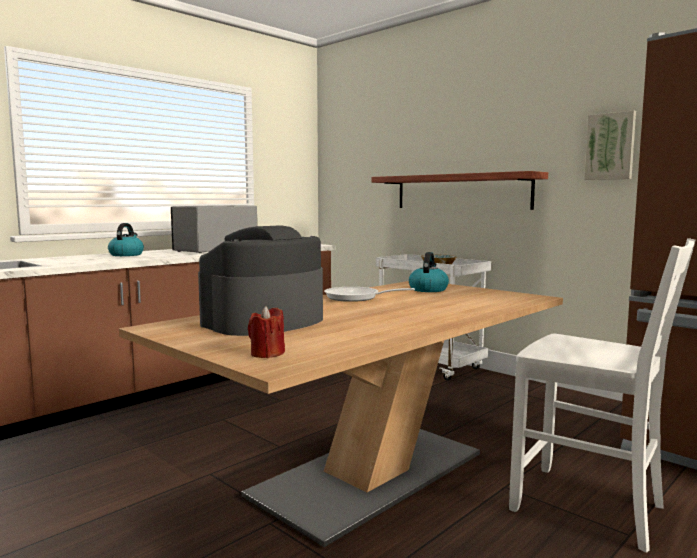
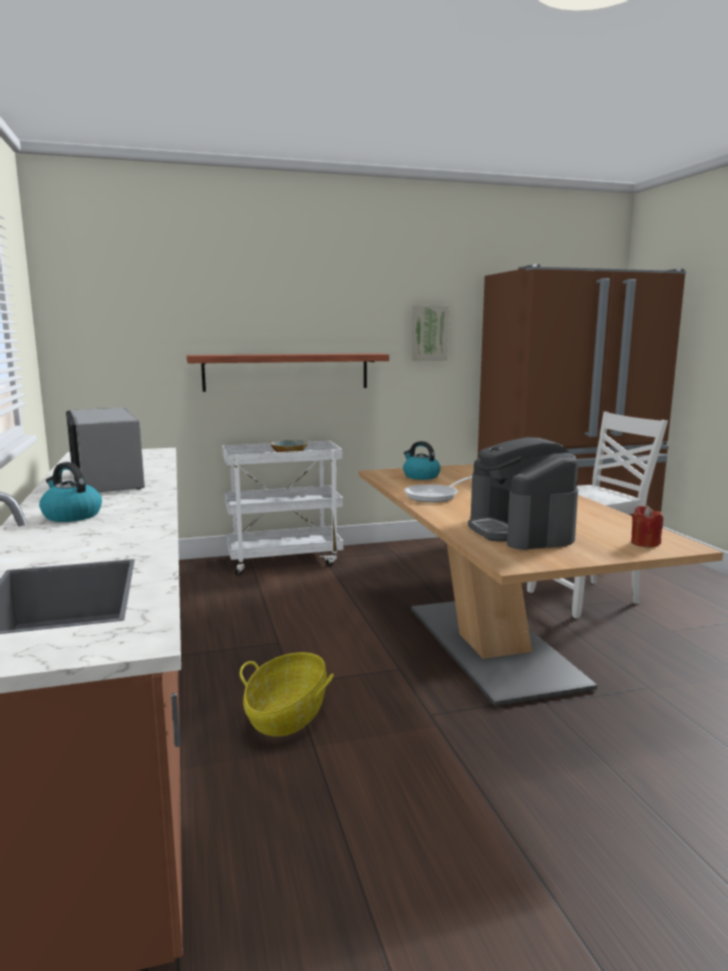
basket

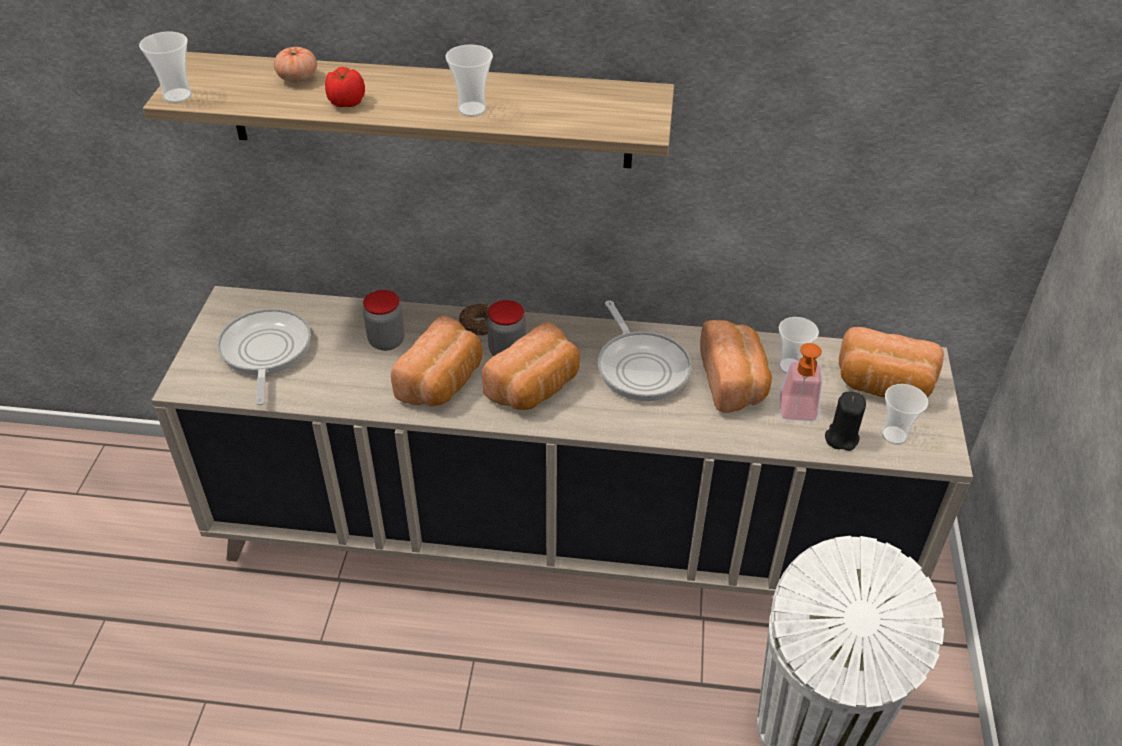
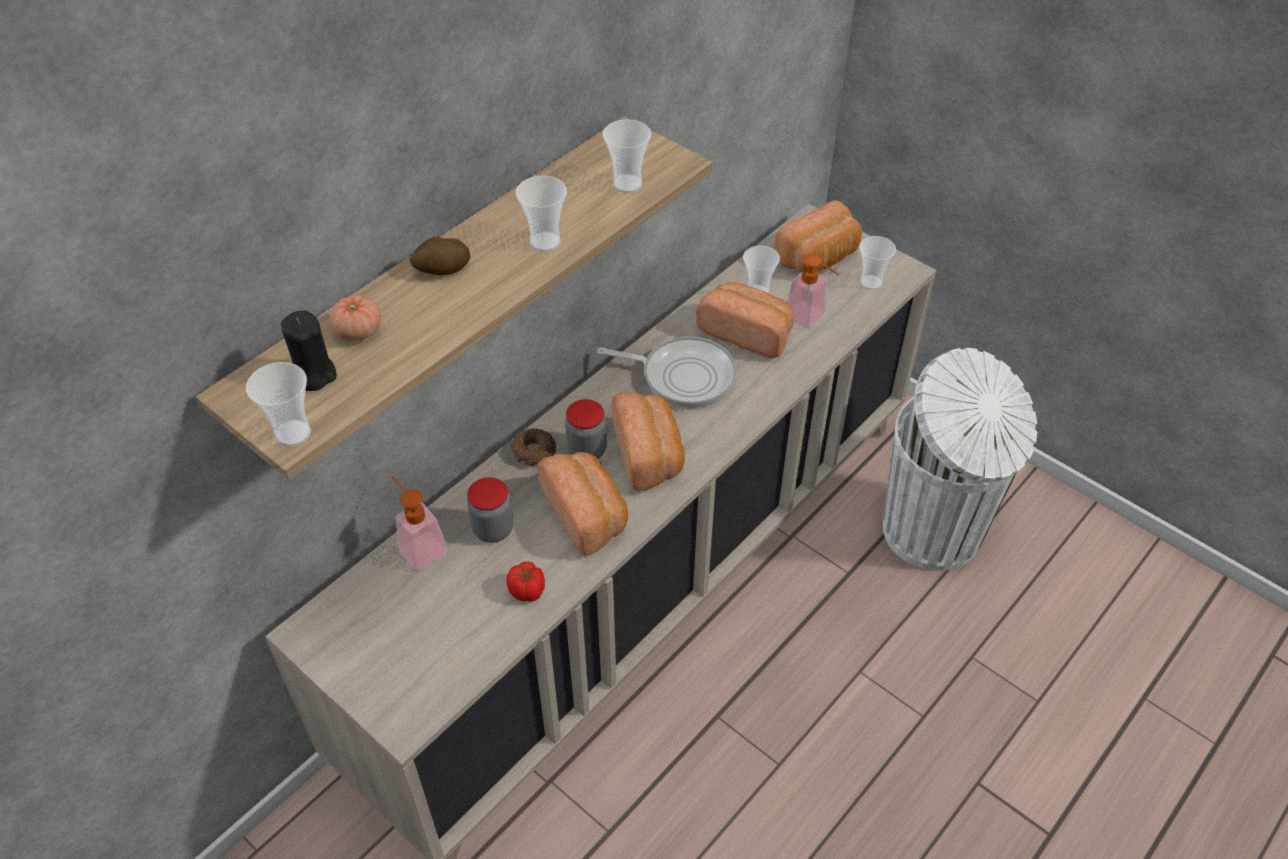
pan (1st from left in the first image)
fresh tomato (2nd from left)
black-coloured wax candle
soap bottle (1st from left)
spud
drinking cup (3rd from left)

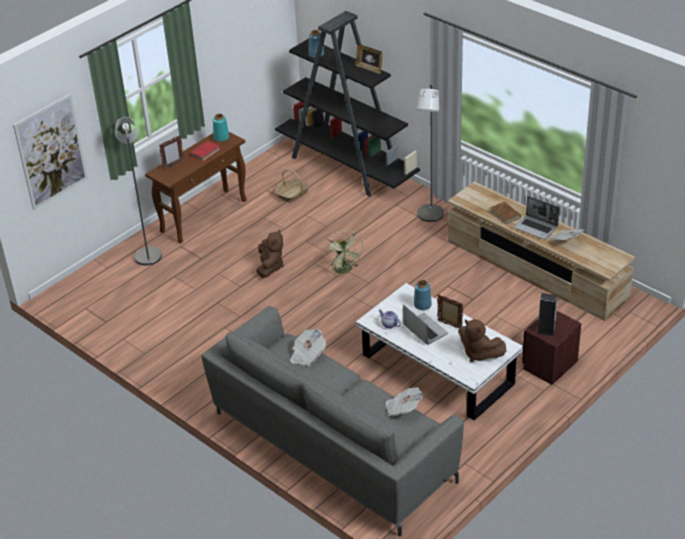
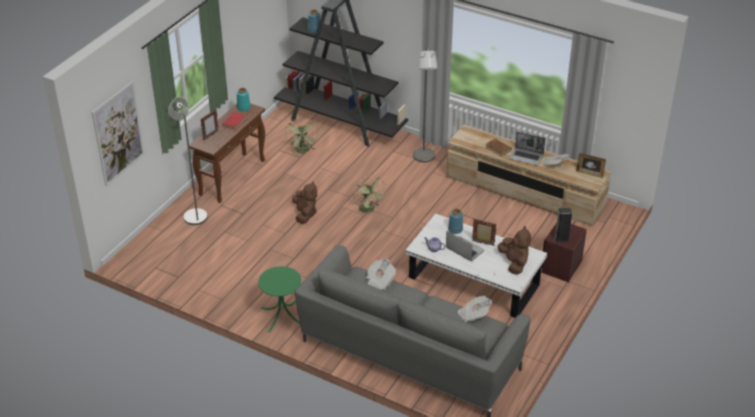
green-coloured fan (1st from left)
standing frame (3rd from left)
brown-coloured plush toy (2nd from left)
green-coloured side table

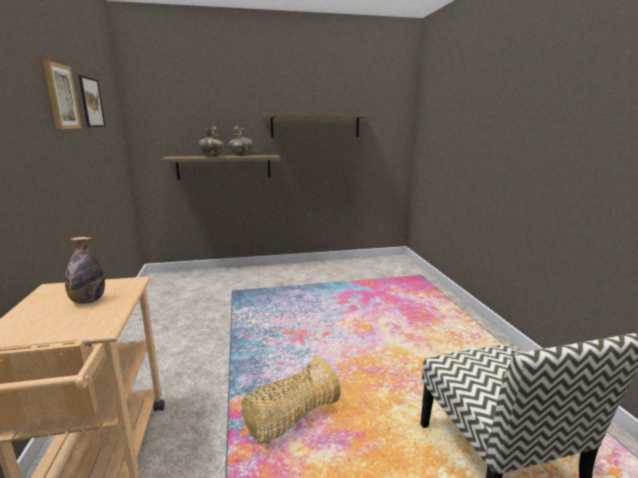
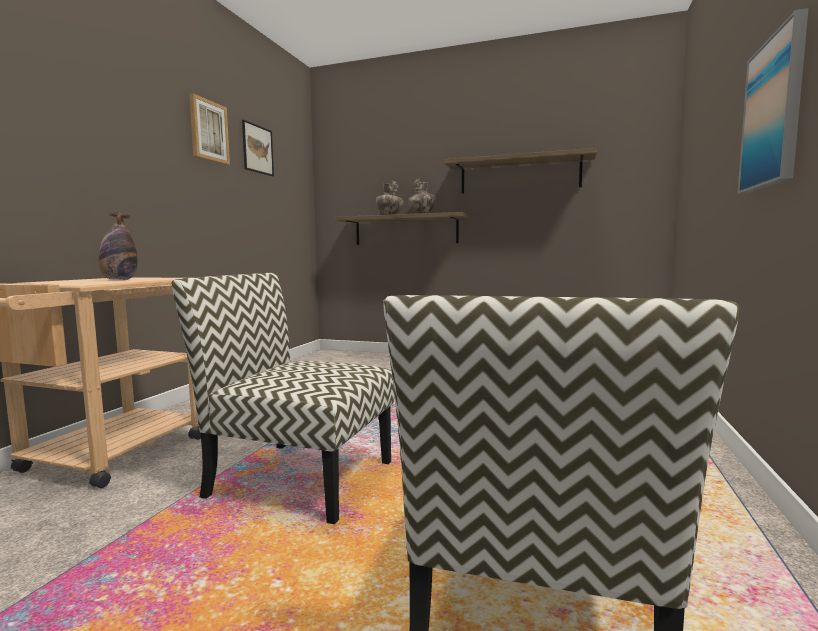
upright chair (1st from left)
wall picture (3rd from left)

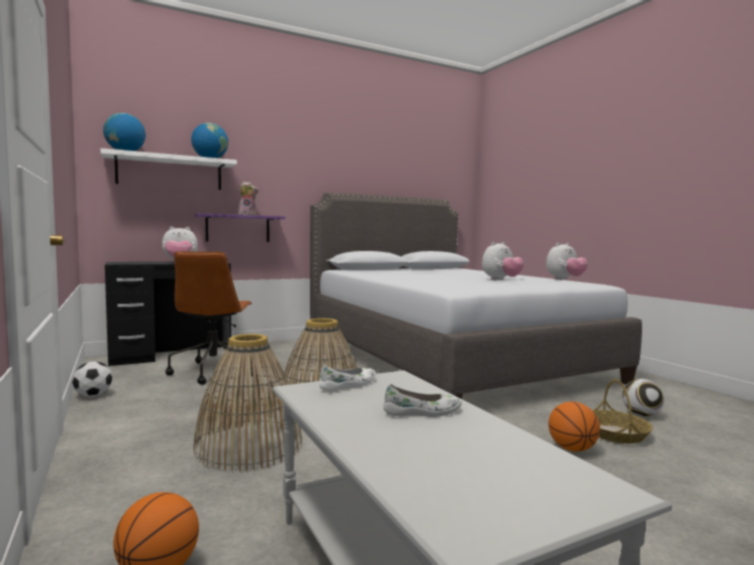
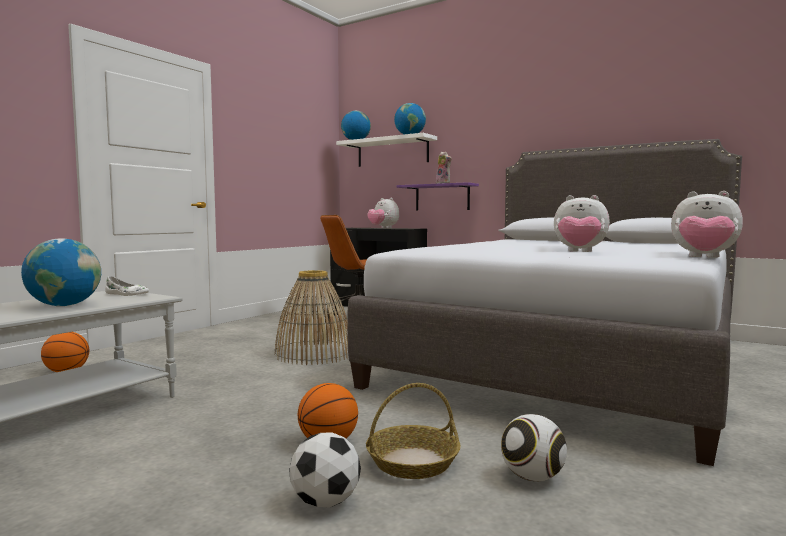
football (1st from left)
basket (1st from left in the first image)
desk globe (1st from left)

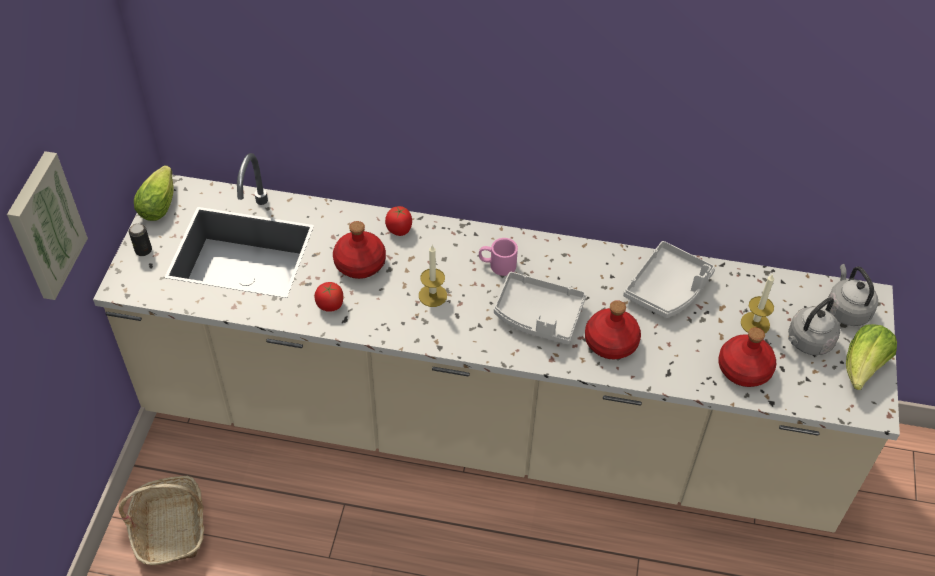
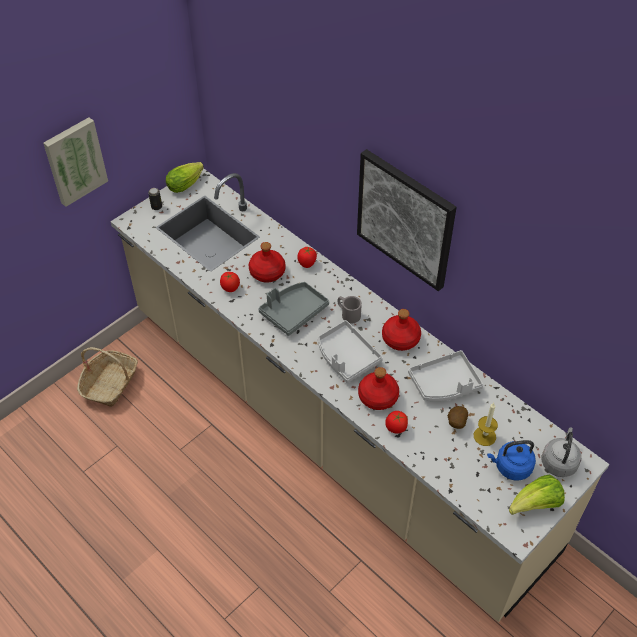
grey carrying tray (1st from left)
grey mug
reddish bottle (3rd from left)
blue kettle
wall picture (2nd from left)
fresh tomato (3rd from left)
spud

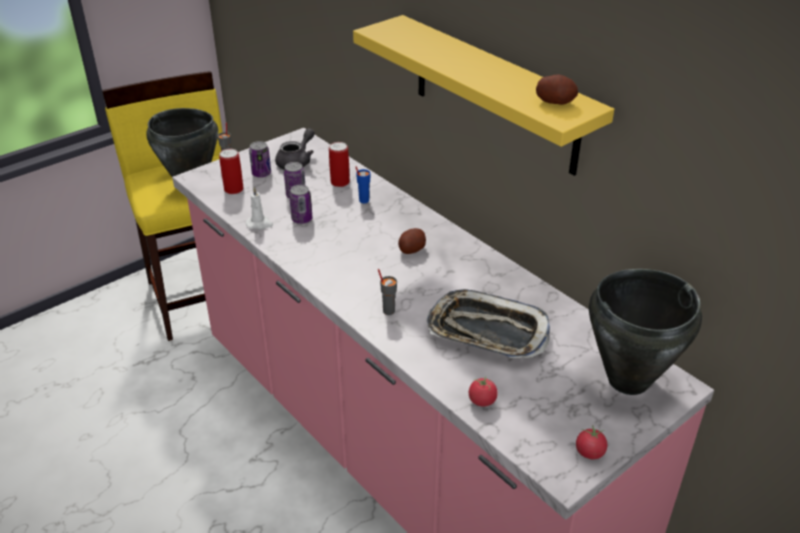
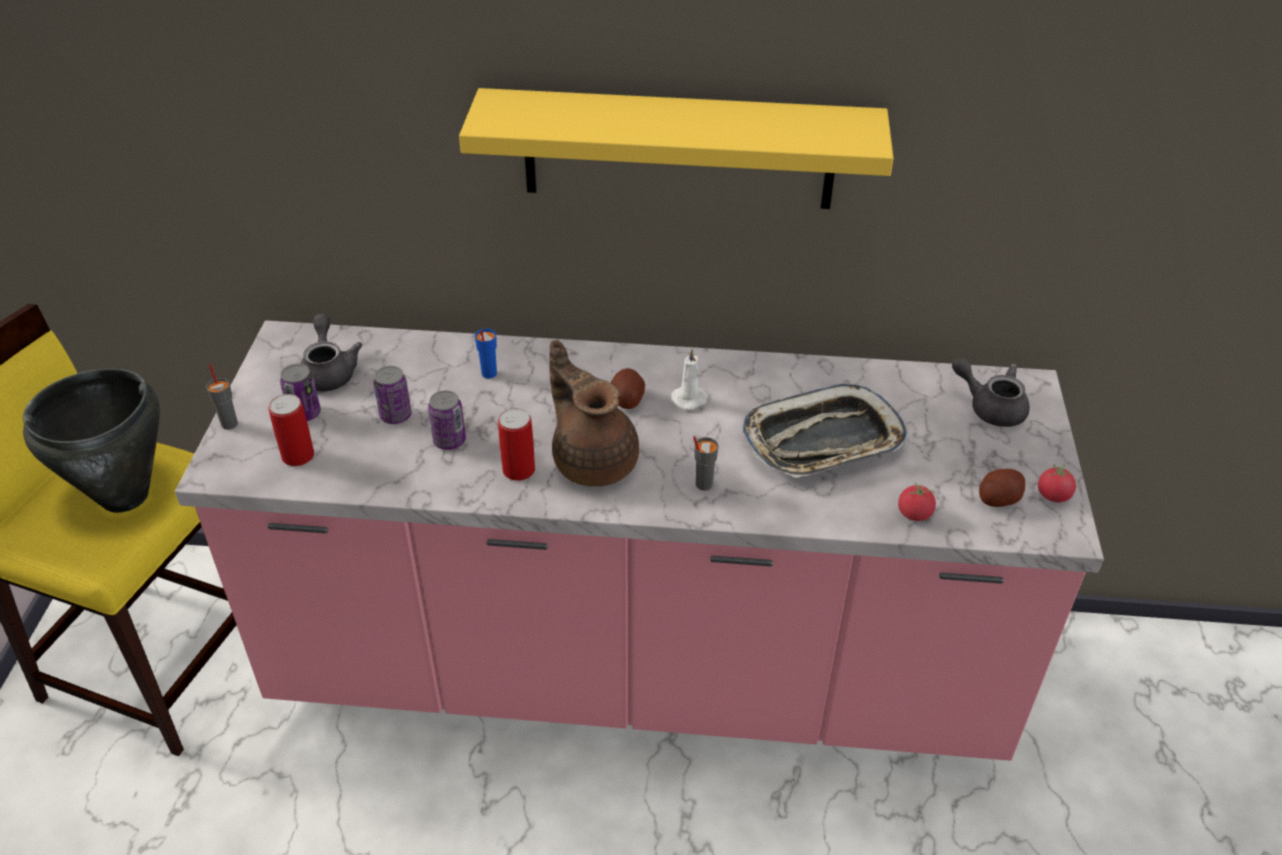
white wax candle
metal can (5th from left)
spud (2nd from left)
grey teapot (2nd from left)
brown-coloured teapot

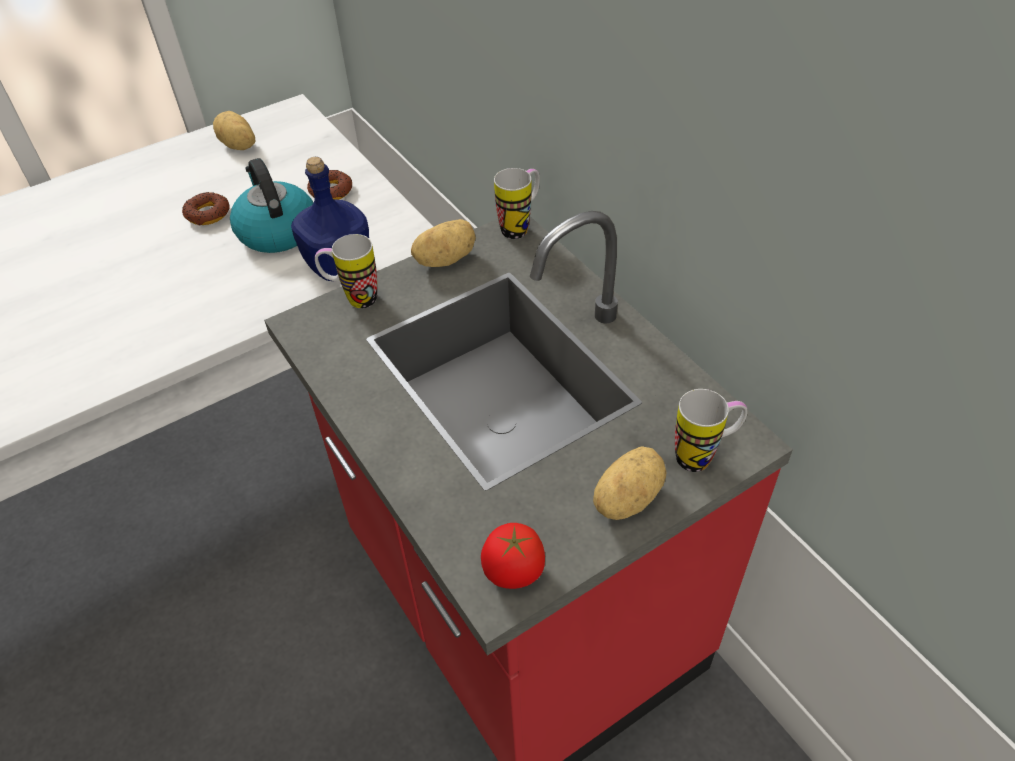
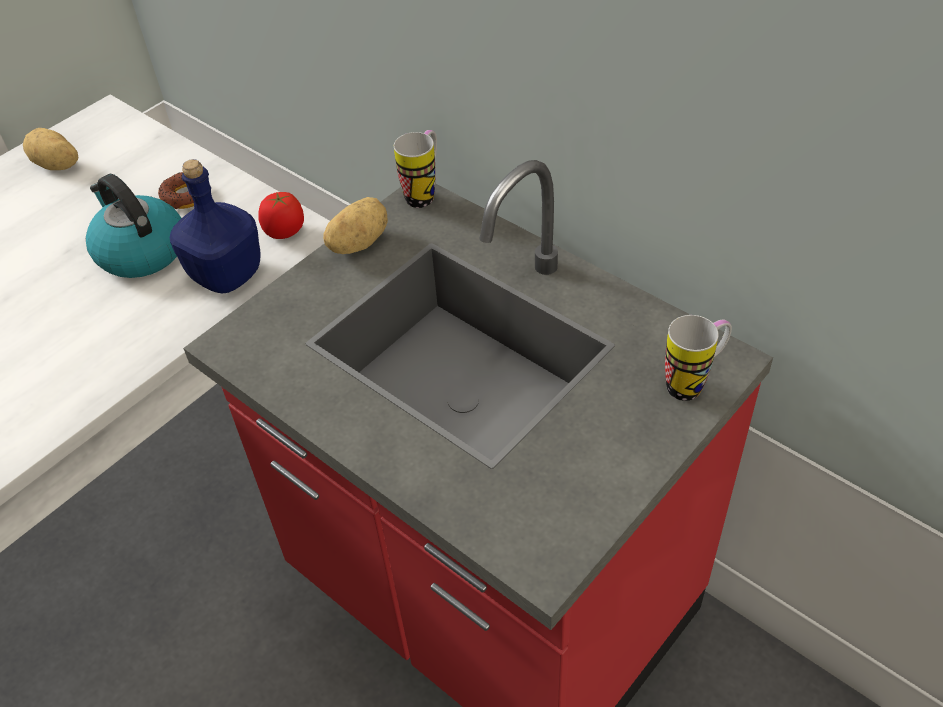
doughnut (1st from left in the first image)
mug (1st from left in the first image)
fresh tomato
spud (3rd from left in the first image)

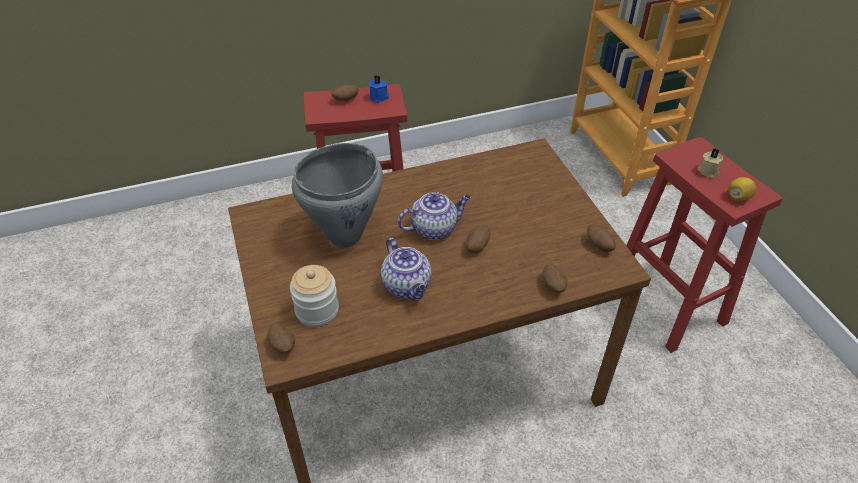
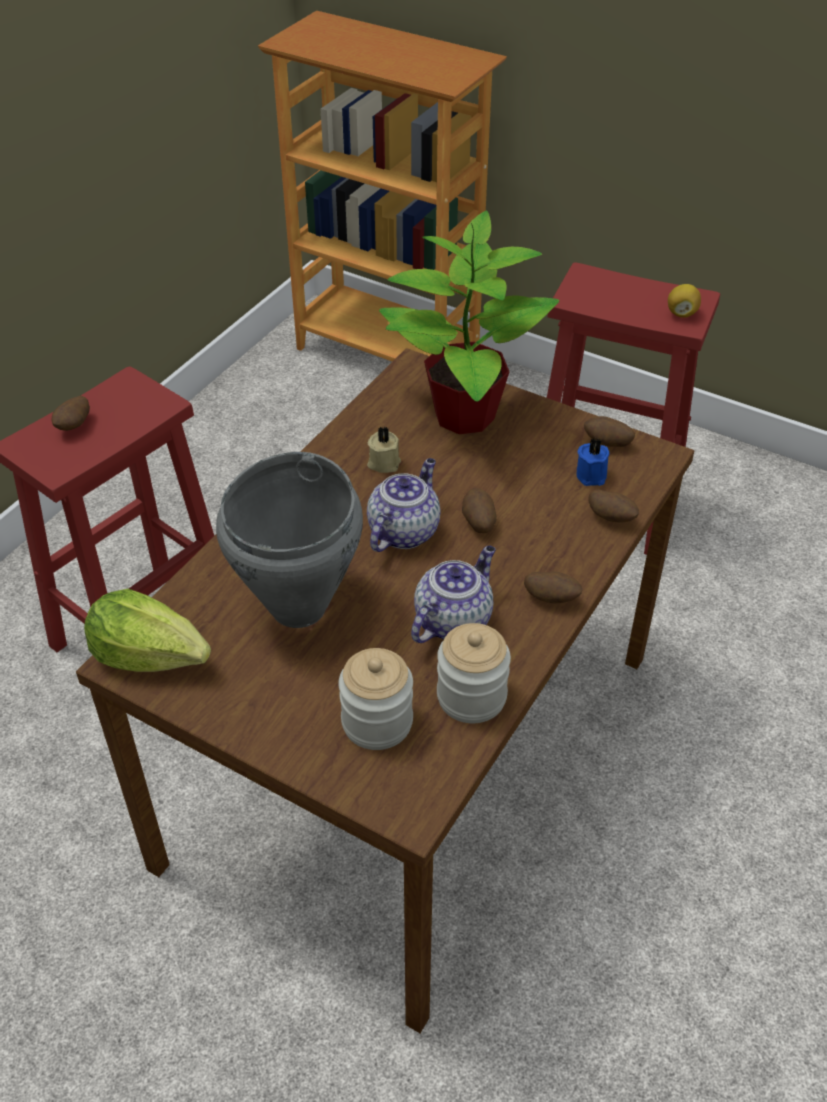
spud (3rd from left)
blue wax candle
teapot (2nd from left)
beige-coloured wax candle
lettuce
plant in a pot
preserve jar (2nd from left)

